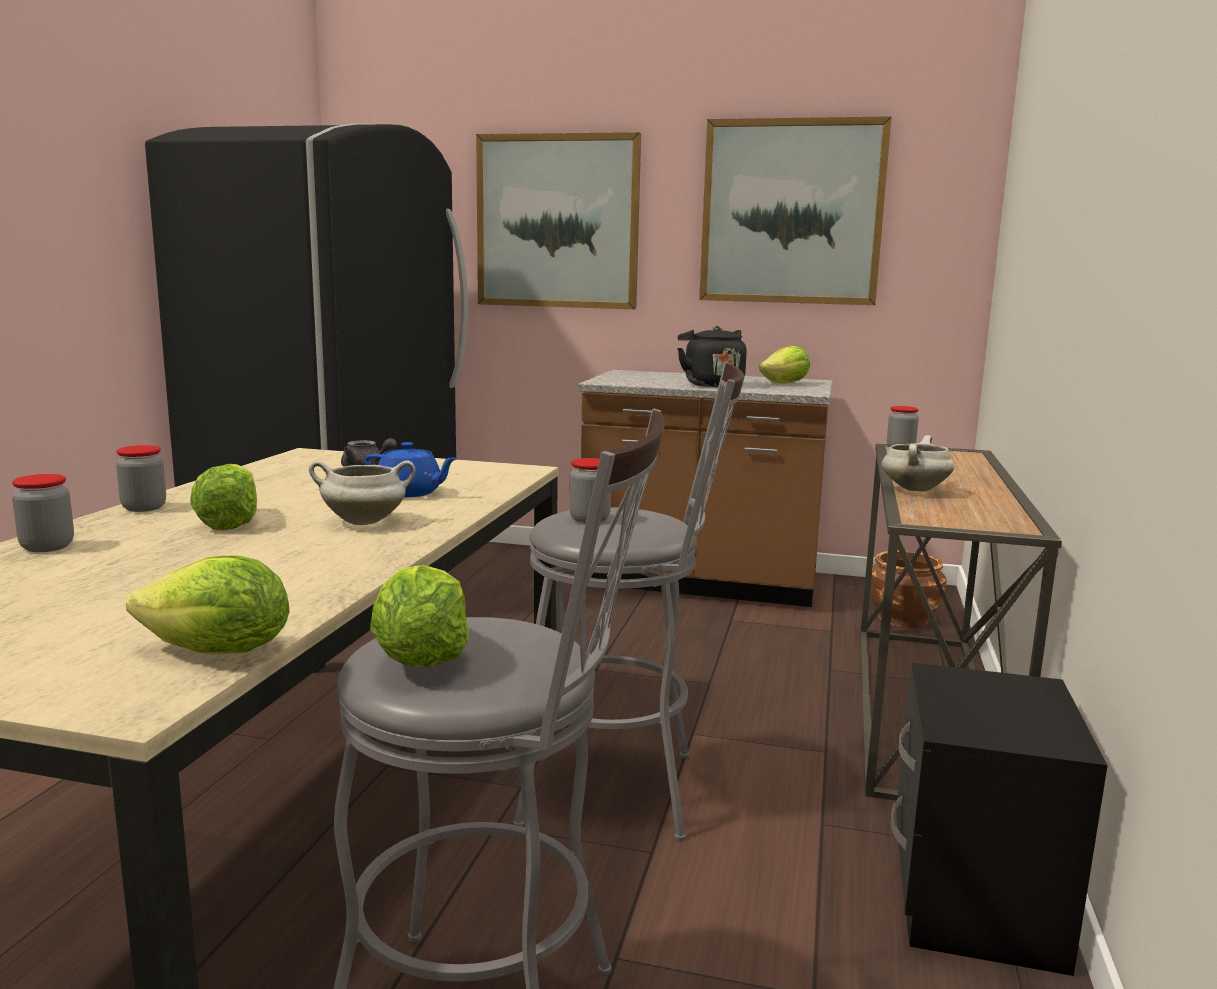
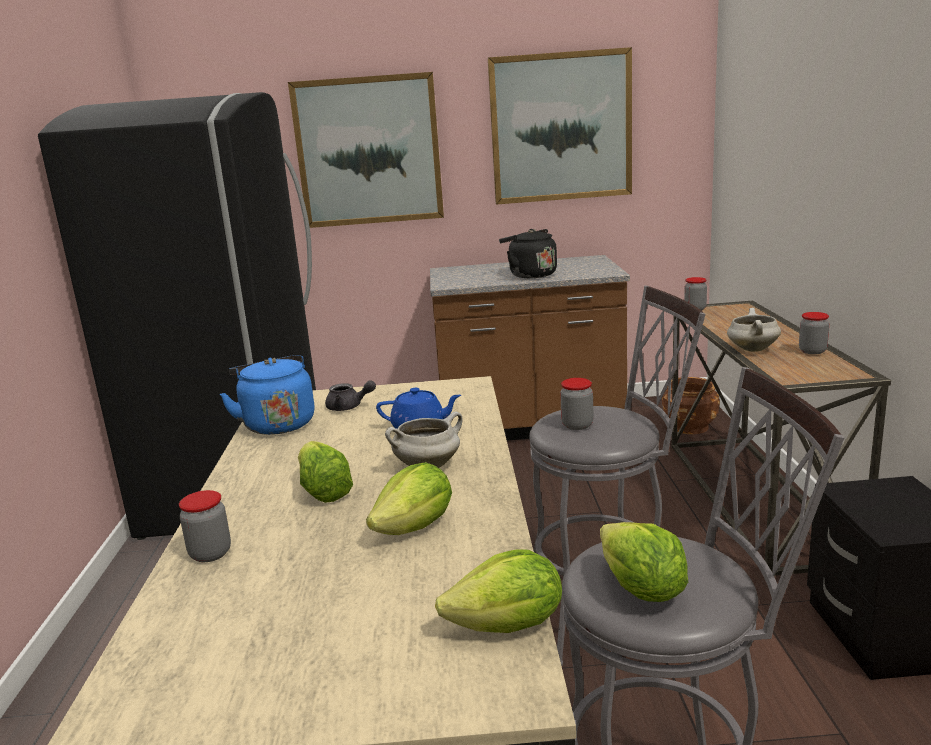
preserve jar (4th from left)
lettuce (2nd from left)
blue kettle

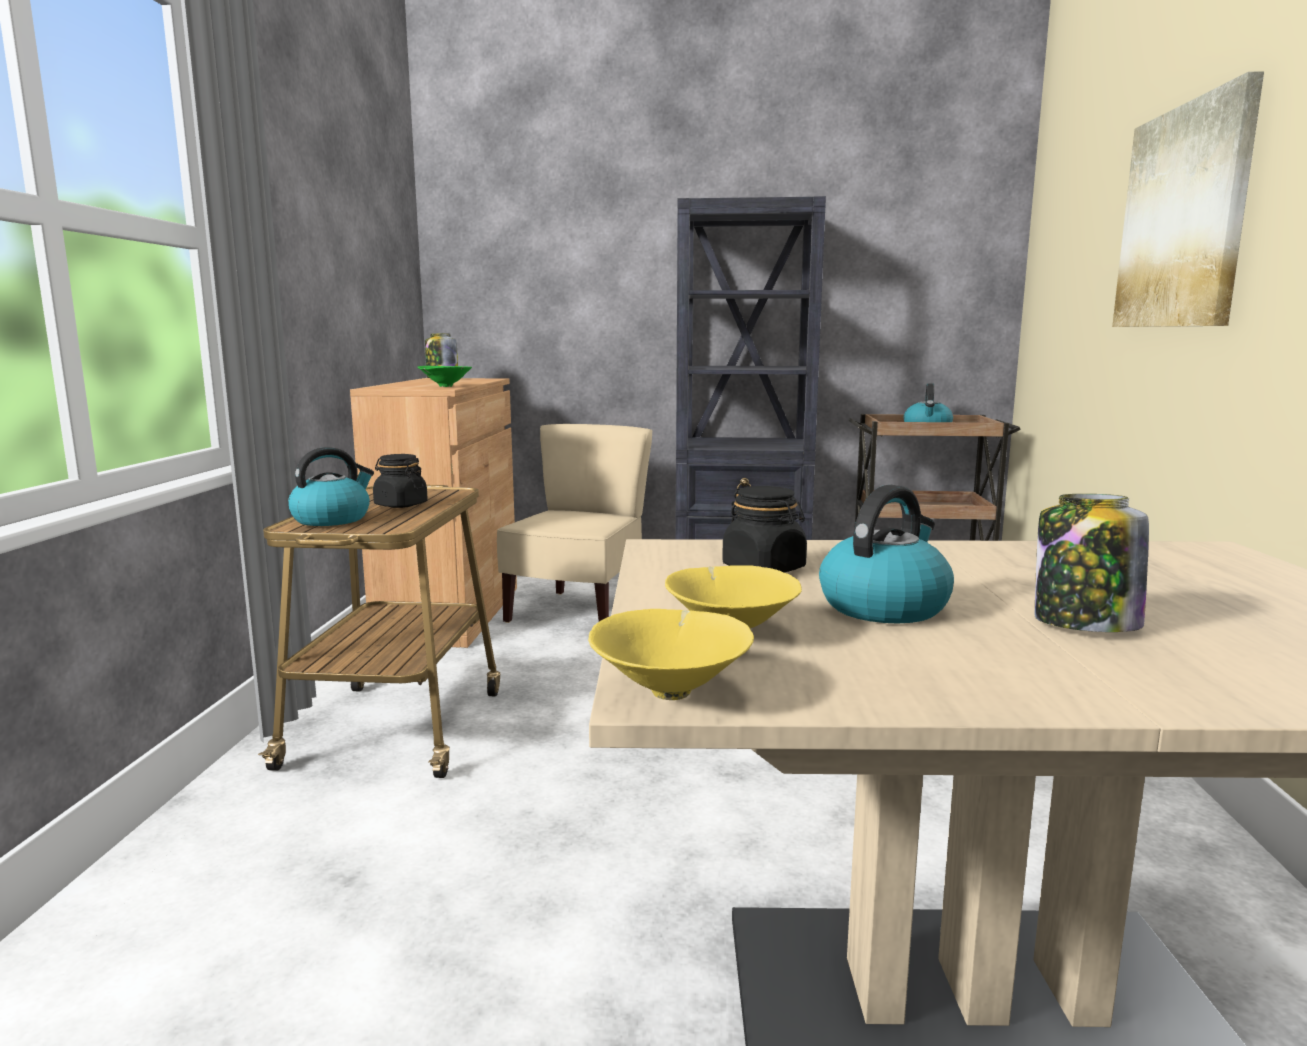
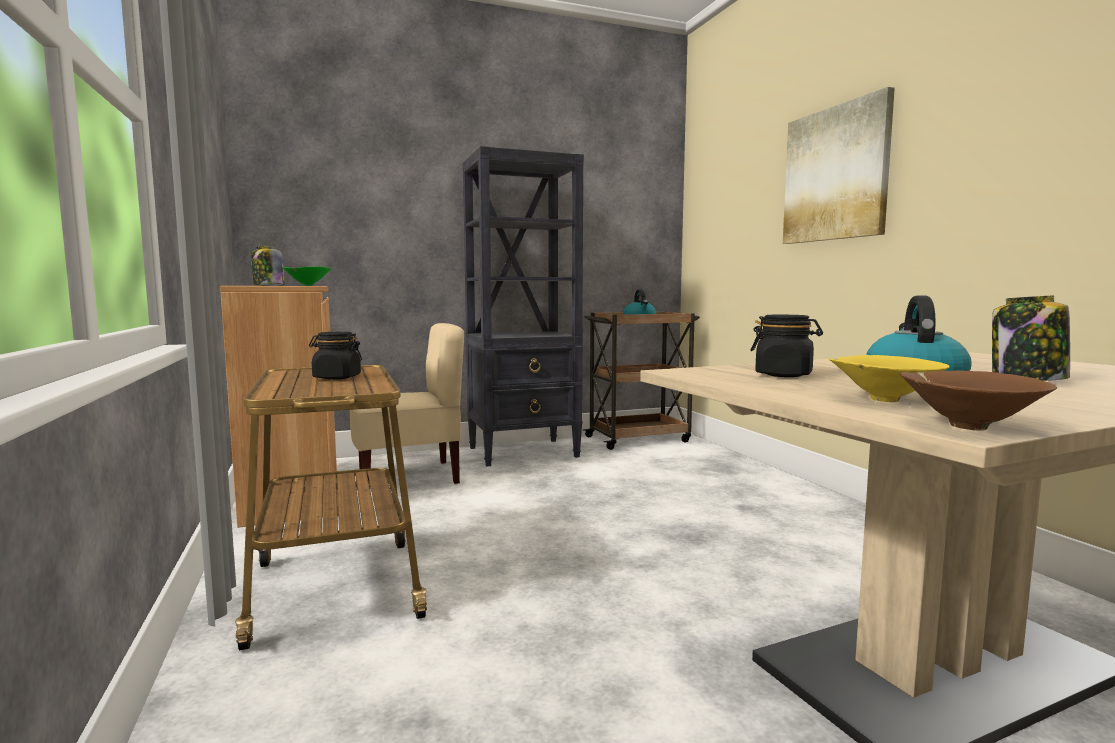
kettle (1st from left in the first image)
beige-coloured upright chair
brown-coloured deep dish

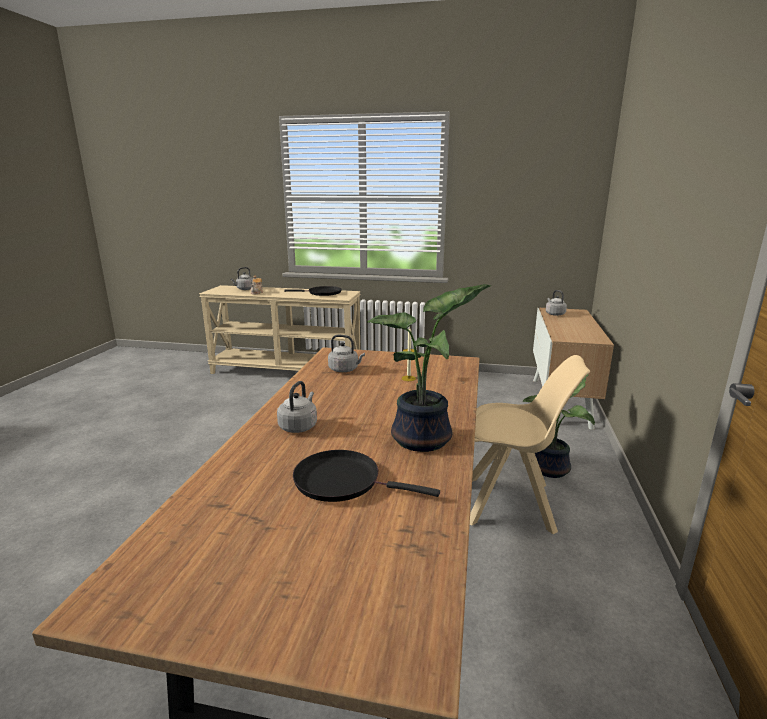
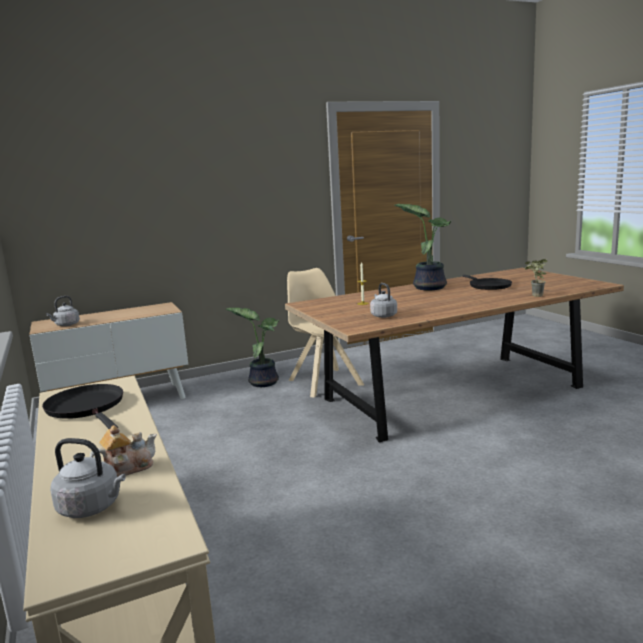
grey kettle (2nd from left in the first image)
plant in a pot (3rd from left)

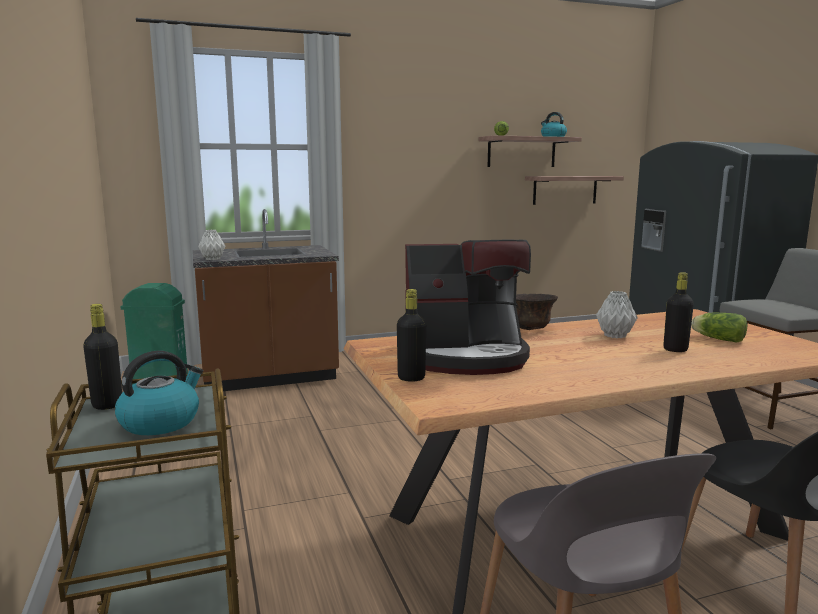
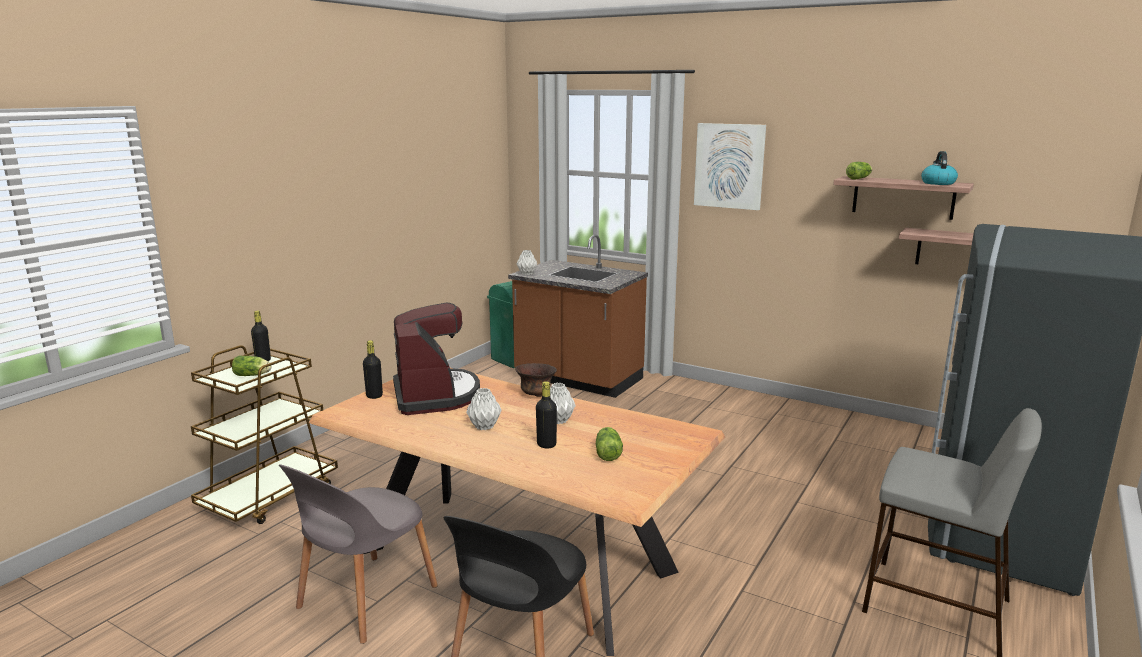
lettuce (1st from left)
coffee machine
grey flower vase (1st from left)
wall picture

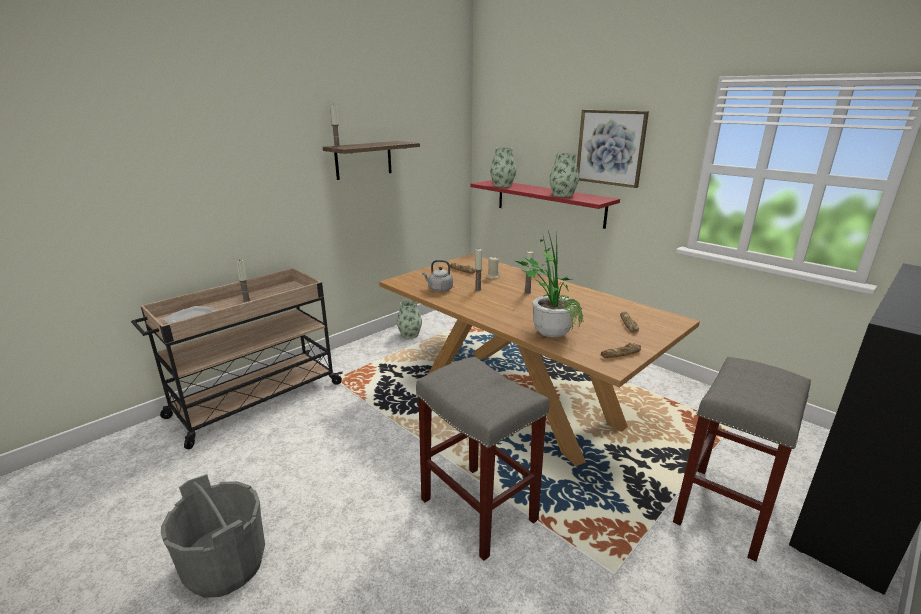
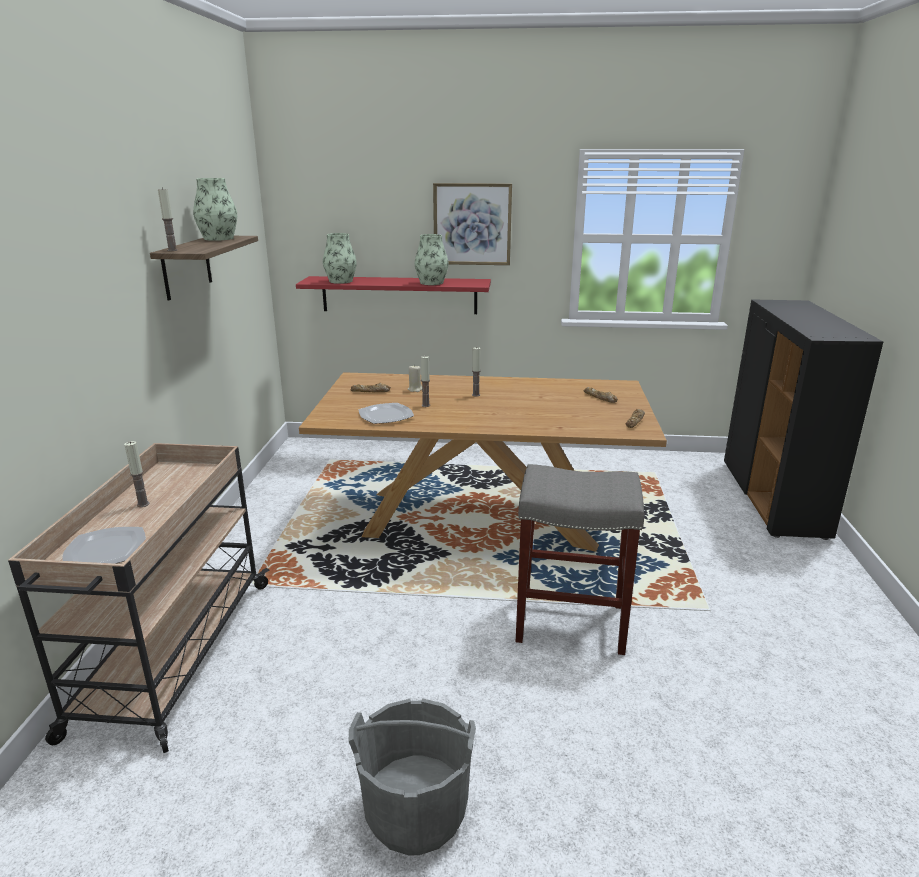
flower vase (1st from left)
plate (2nd from left)
plant in a pot
grey stool seat (2nd from left in the first image)

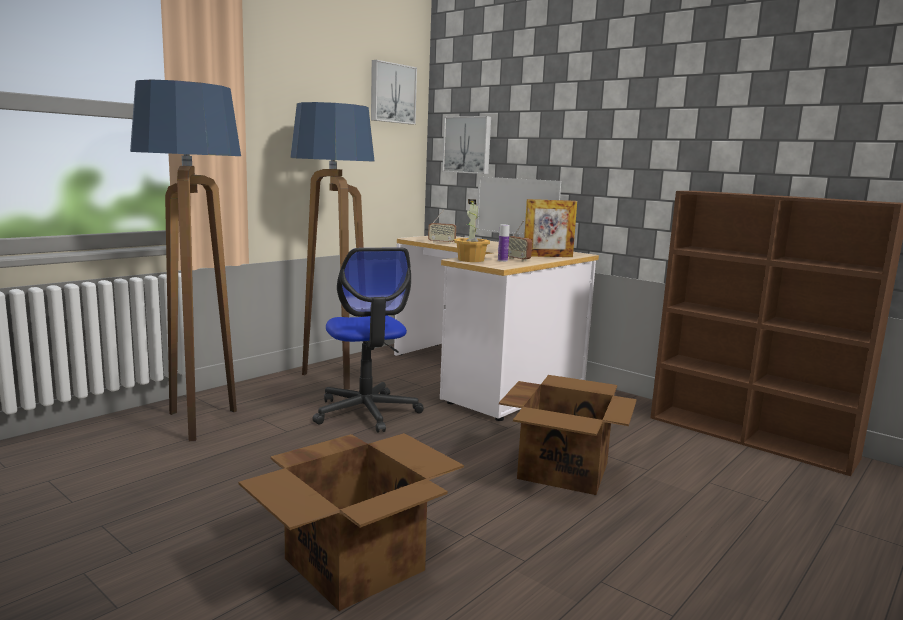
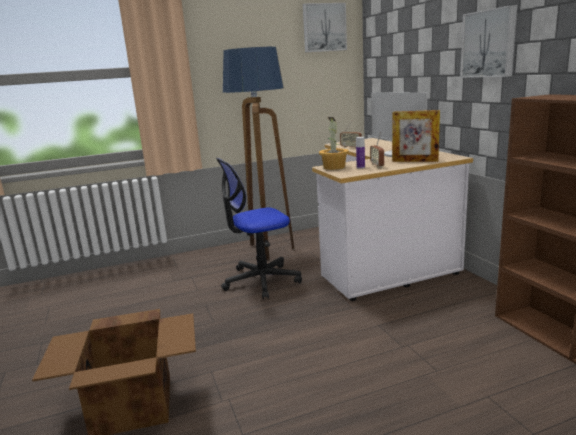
standing lamp (1st from left in the first image)
computer chair
wall picture (2nd from left)
packing box (2nd from left in the first image)

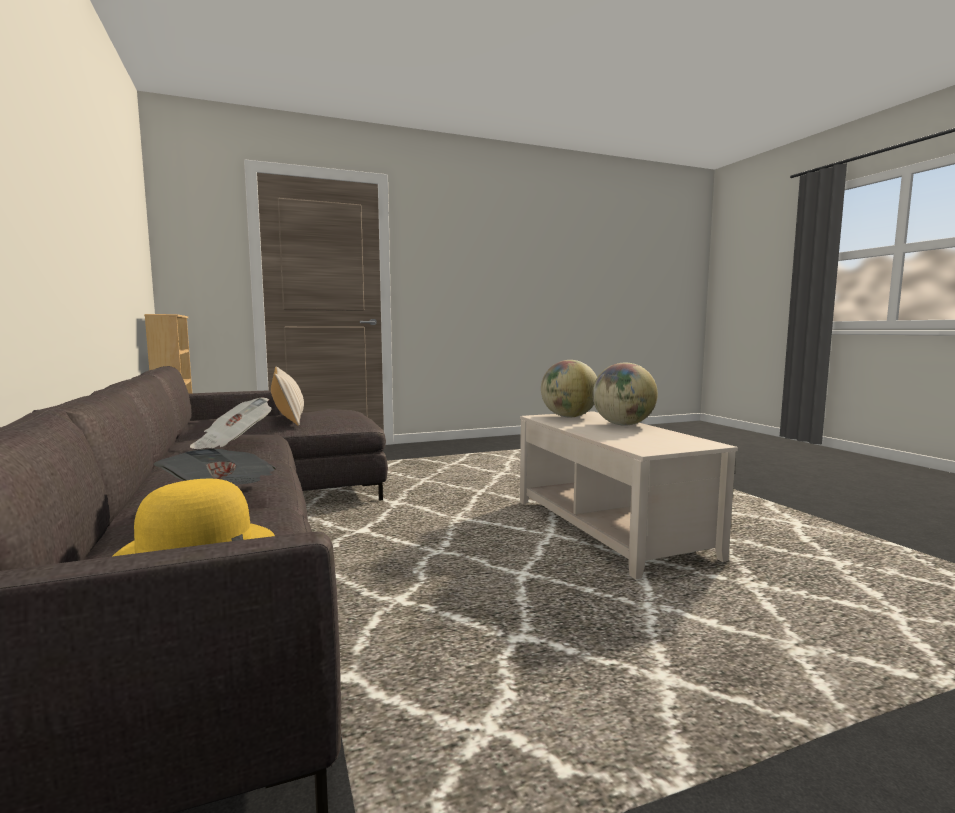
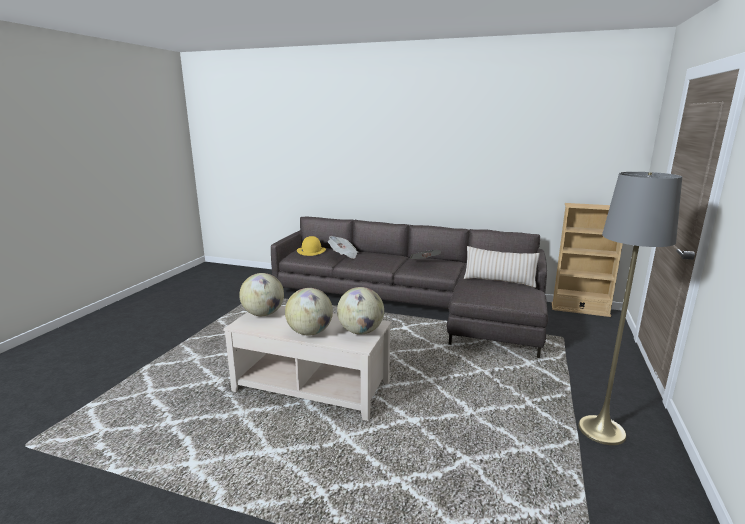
desk globe (1st from left)
grey standing lamp

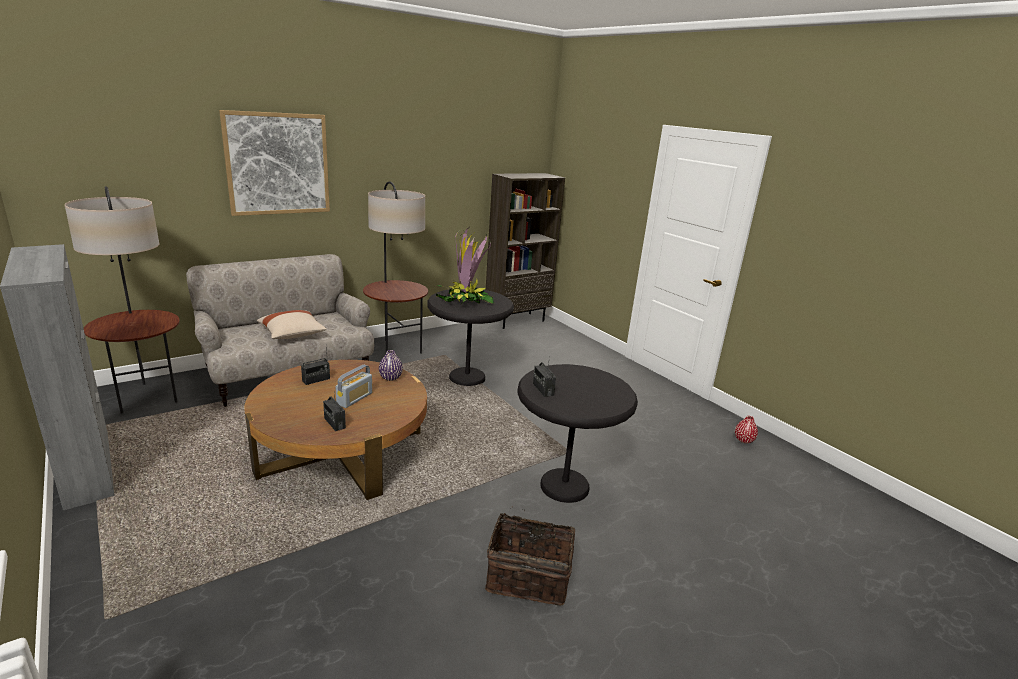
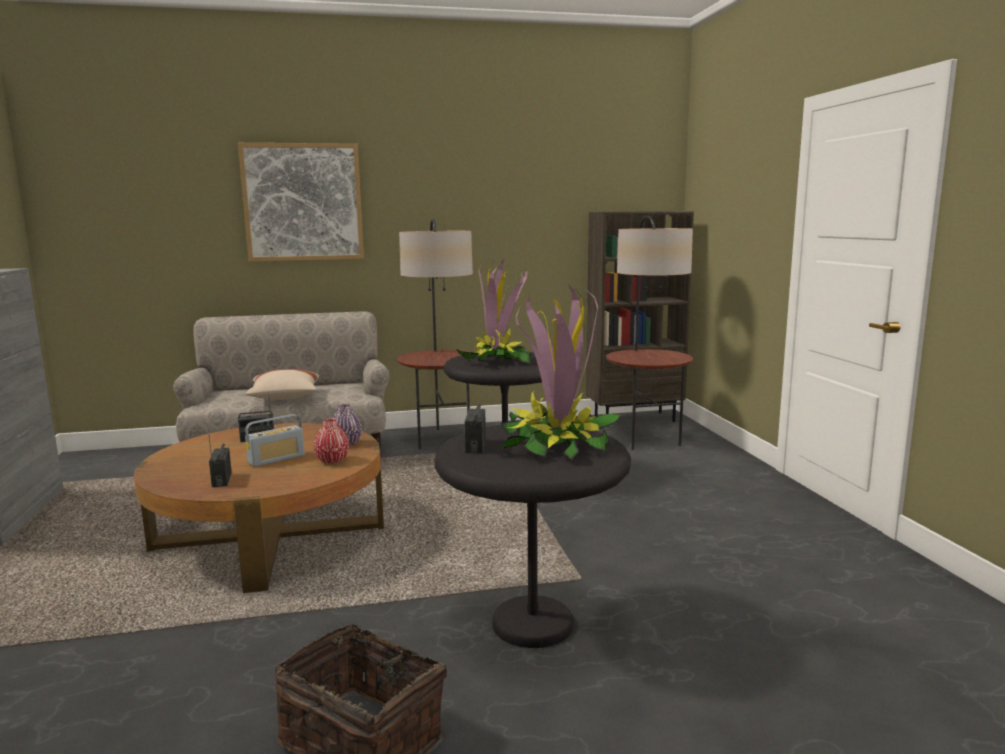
standing lamp (2nd from left)
reddish flower vase
plant in a pot (2nd from left)

